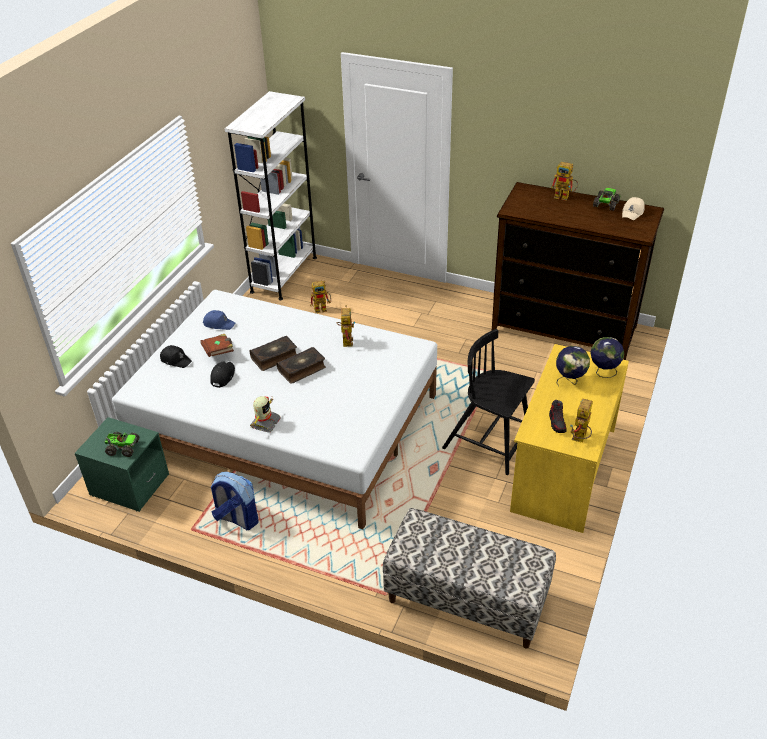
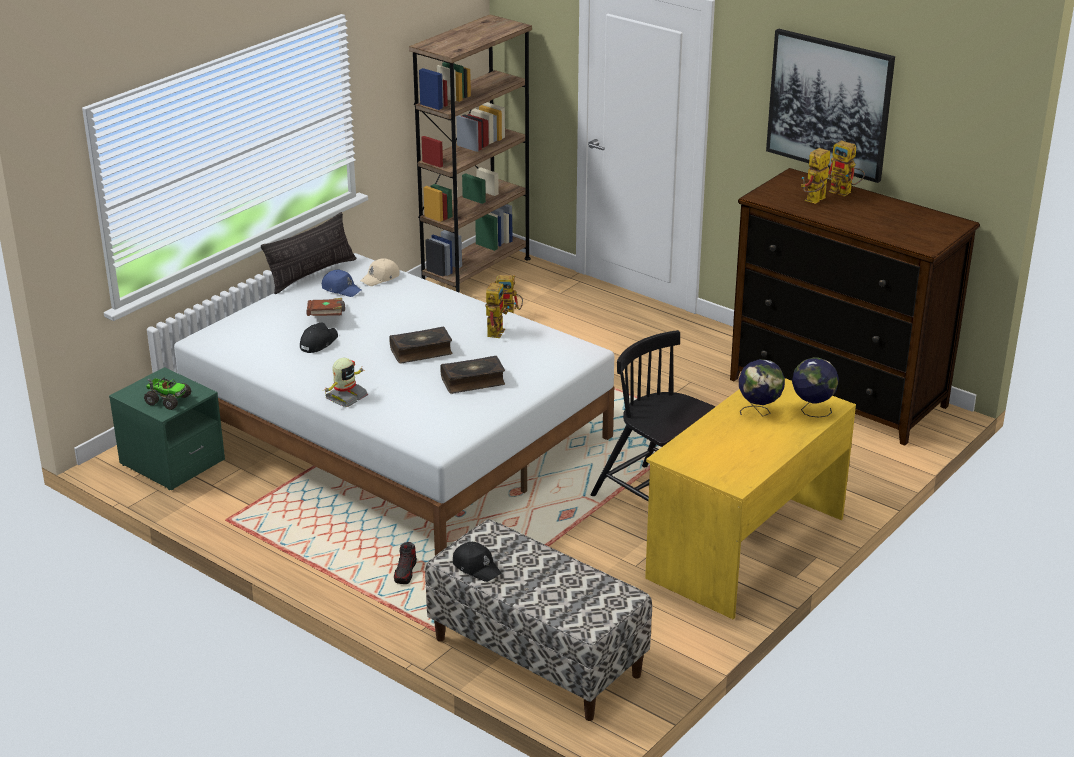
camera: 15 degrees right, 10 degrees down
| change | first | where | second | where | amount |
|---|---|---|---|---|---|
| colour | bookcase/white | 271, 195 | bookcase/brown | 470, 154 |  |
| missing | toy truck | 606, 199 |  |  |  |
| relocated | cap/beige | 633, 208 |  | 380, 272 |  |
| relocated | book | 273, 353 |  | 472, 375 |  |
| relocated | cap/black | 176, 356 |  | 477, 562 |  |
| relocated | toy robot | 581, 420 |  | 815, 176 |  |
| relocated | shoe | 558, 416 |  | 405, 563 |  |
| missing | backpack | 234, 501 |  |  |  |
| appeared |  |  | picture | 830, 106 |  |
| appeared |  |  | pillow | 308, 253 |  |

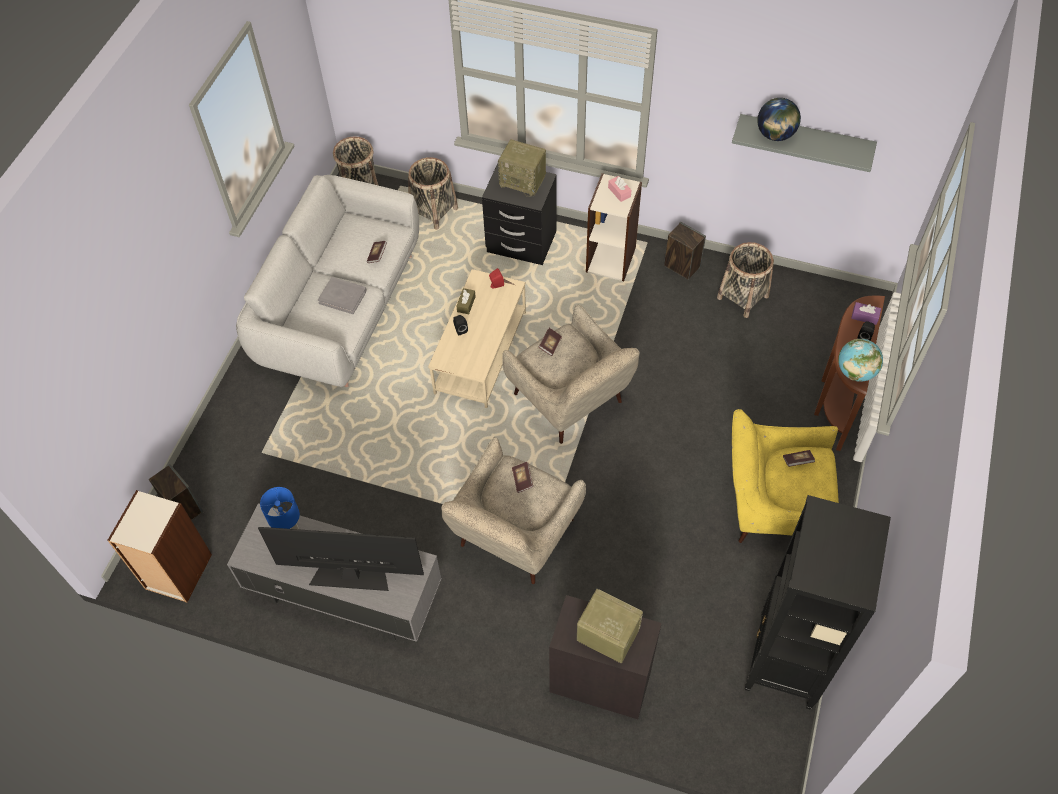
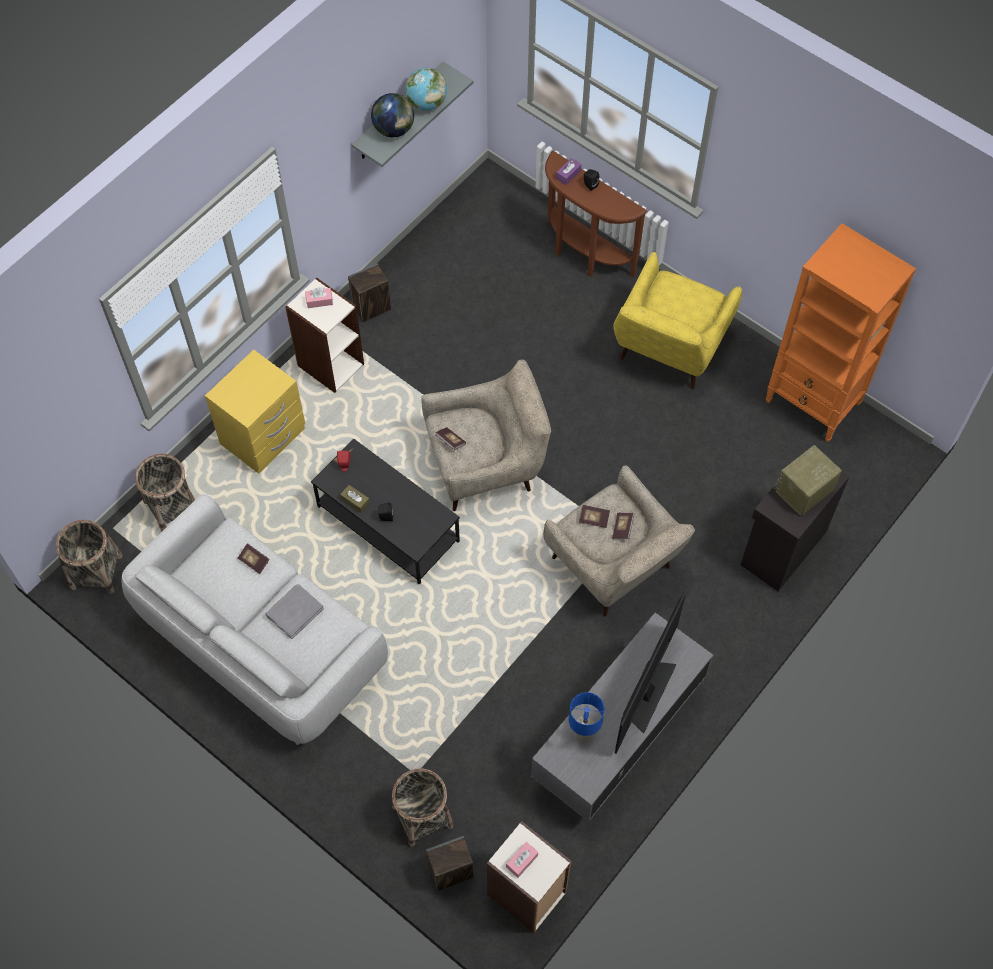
camera: 70 degrees left, 5 degrees up
| change | first | where | second | where | amount |
|---|---|---|---|---|---|
| missing | radio | 522, 168 |  |  |  |
| colour | nightstand/black | 519, 214 | nightstand/yellow | 255, 412 |  |
| relocated | basket | 745, 280 |  | 422, 807 |  |
| colour | coffee table/beige | 477, 338 | coffee table/black | 385, 512 |  |
| relocated | globe | 860, 360 |  | 426, 89 |  |
| relocated | book | 799, 458 |  | 623, 526 |  |
| colour | bookcase/black | 818, 602 | bookcase/orange | 841, 332 |  |
| appeared |  |  | tissue box/pink | 522, 860 |  |

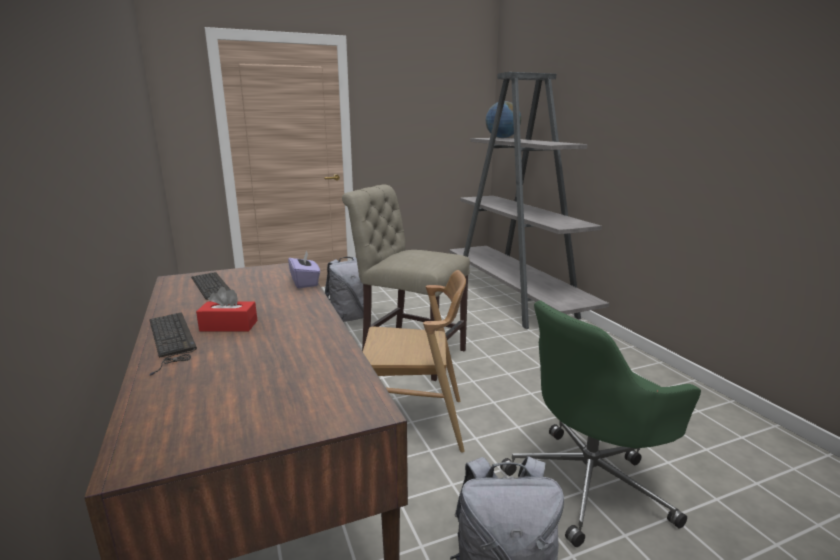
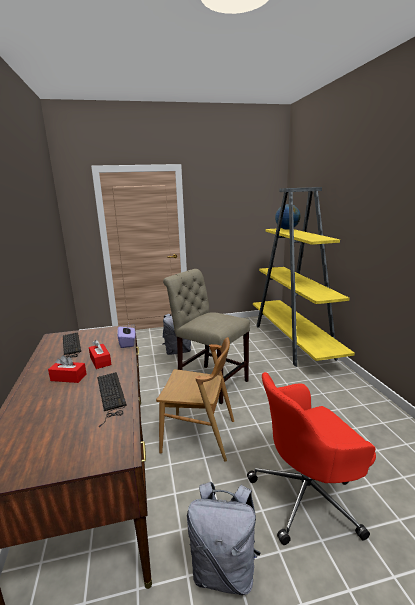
camera: 10 degrees right, 0 degrees up
| change | first | where | second | where | amount |
|---|---|---|---|---|---|
| colour | bookcase/grey | 529, 200 | bookcase/yellow | 304, 277 |  |
| colour | office chair/green | 600, 424 | office chair/red | 311, 458 |  |
| relocated | keyboard | 173, 344 |  | 112, 399 |  |
| appeared |  |  | tissue box/red | 100, 354 |  |

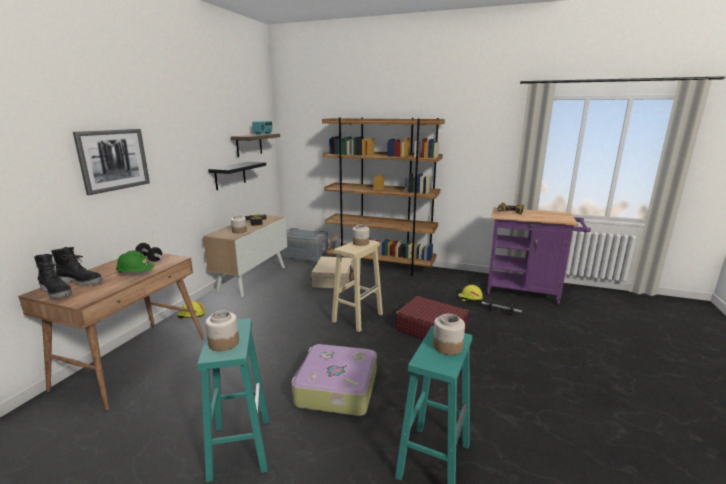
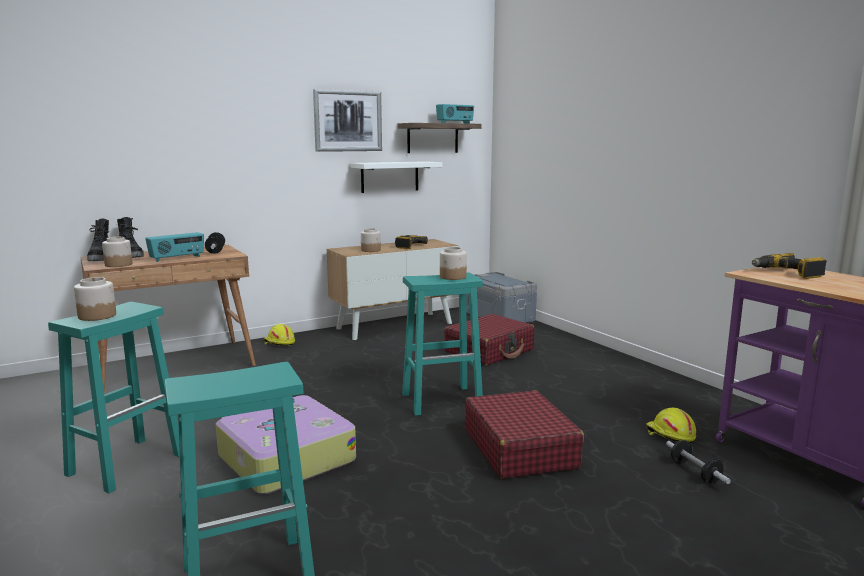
camera: 40 degrees right, 5 degrees down
| change | first | where | second | where | amount |
|---|---|---|---|---|---|
| missing | bookcase/brown | 383, 197 |  |  |  |
| relocated | picture | 111, 162 |  | 347, 120 |  |
| colour | shelf/black | 237, 176 | shelf/white | 396, 177 |  |
| colour | stool/beige | 357, 286 | stool/turquoise | 442, 344 |  |
| exchanged | hard hat/green | 135, 262 | radio | 174, 247 |  |
| colour | suitcase/beige | 332, 272 | suitcase/red | 489, 339 |  |
| relocated | jar | 449, 334 |  | 117, 252 |  |

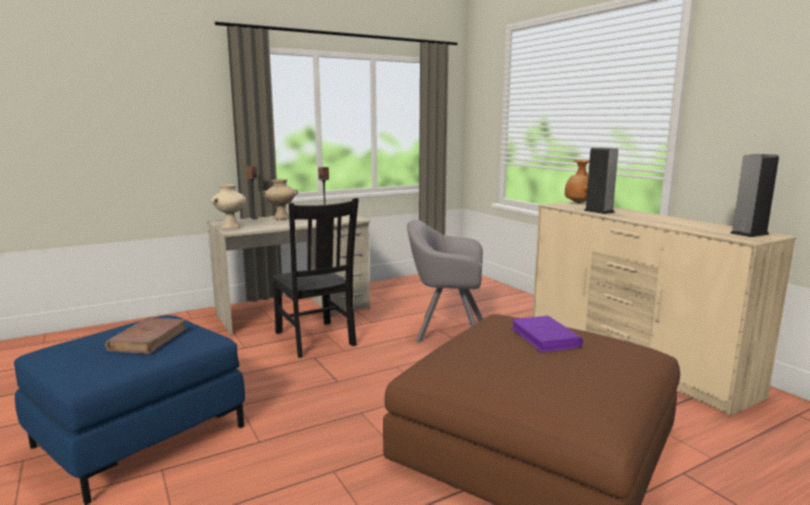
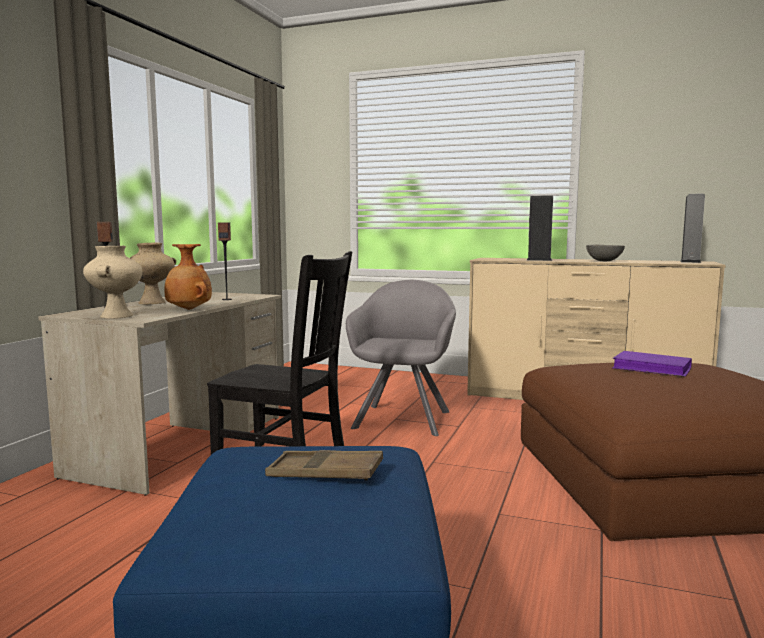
camera: 40 degrees left, 5 degrees down
| change | first | where | second | where | amount |
|---|---|---|---|---|---|
| relocated | vase/brown | 577, 181 |  | 188, 277 |  |
| spun | armchair/grey | 445, 281 |  | 401, 358 | 135 degrees clockwise |
| exchanged | book/brown | 146, 336 | tray/brown | 324, 465 |  |
| appeared |  |  | bowl/grey | 605, 253 |  |

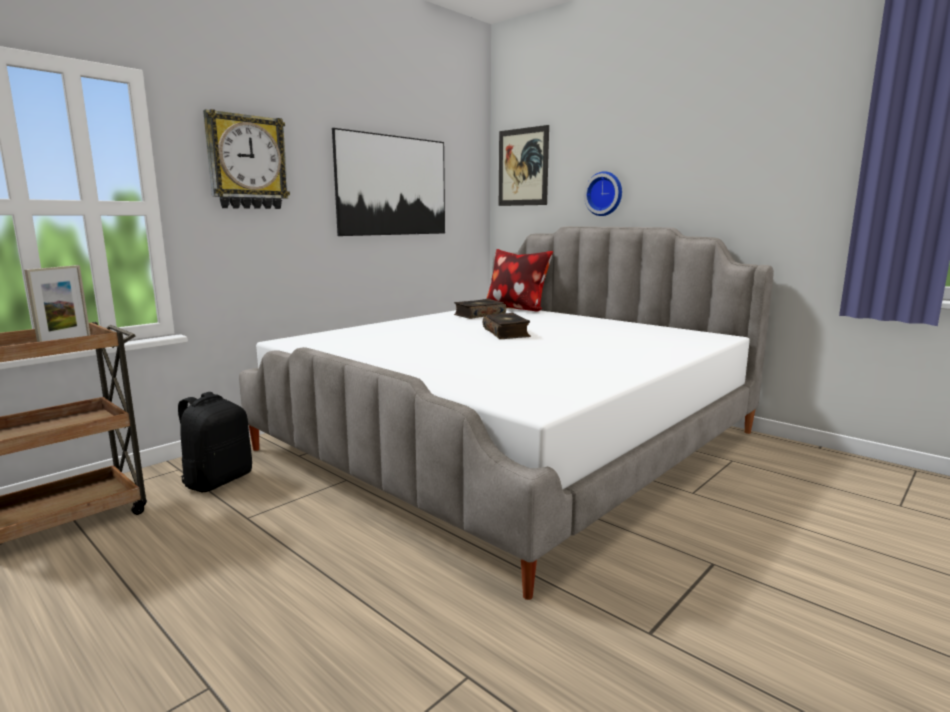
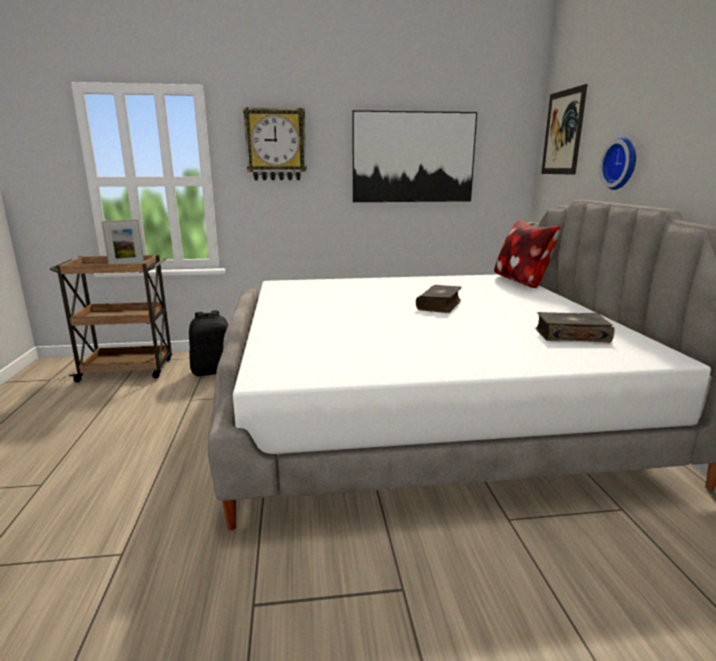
camera: 40 degrees right, 5 degrees up
| change | first | where | second | where | amount |
|---|---|---|---|---|---|
| relocated | book | 480, 309 |  | 574, 327 |  |

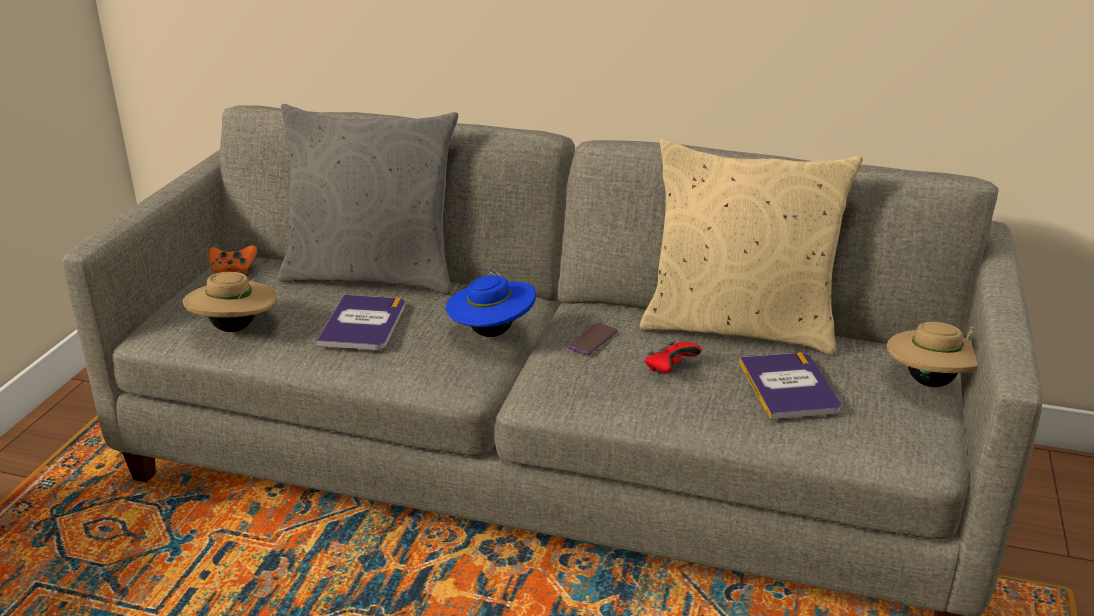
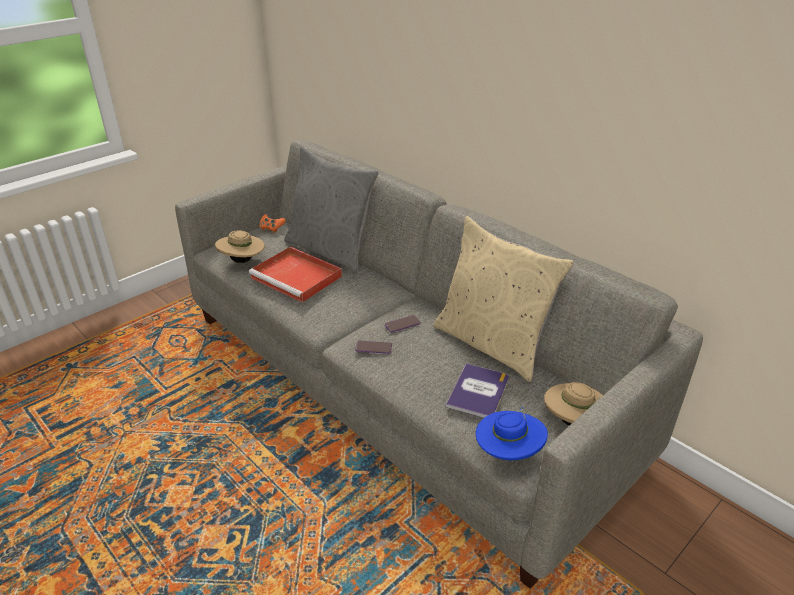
camera: 30 degrees right, 5 degrees up
| change | first | where | second | where | amount |
|---|---|---|---|---|---|
| relocated | hat/blue | 491, 302 |  | 512, 433 |  |
| exchanged | book | 360, 322 | tray/red | 295, 274 |  |
| missing | game controller/red | 673, 357 |  |  |  |
| appeared |  |  | phone | 373, 347 |  |

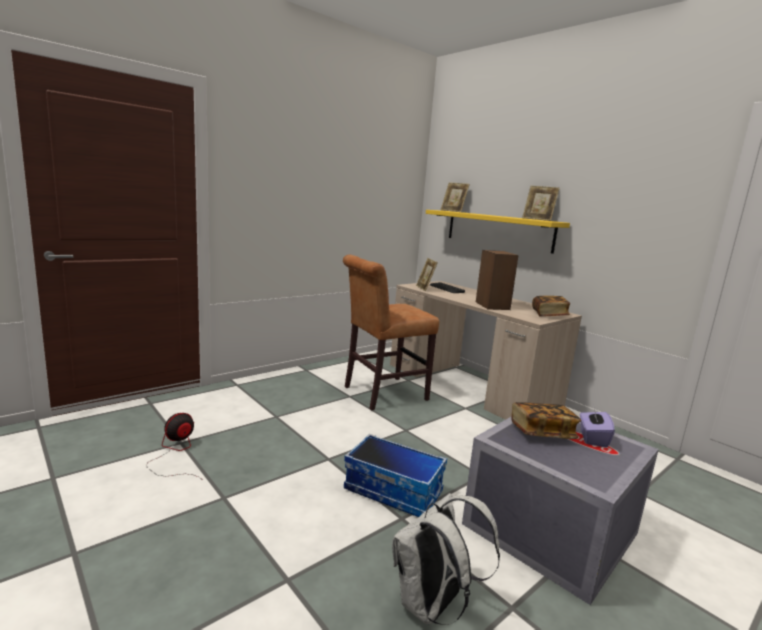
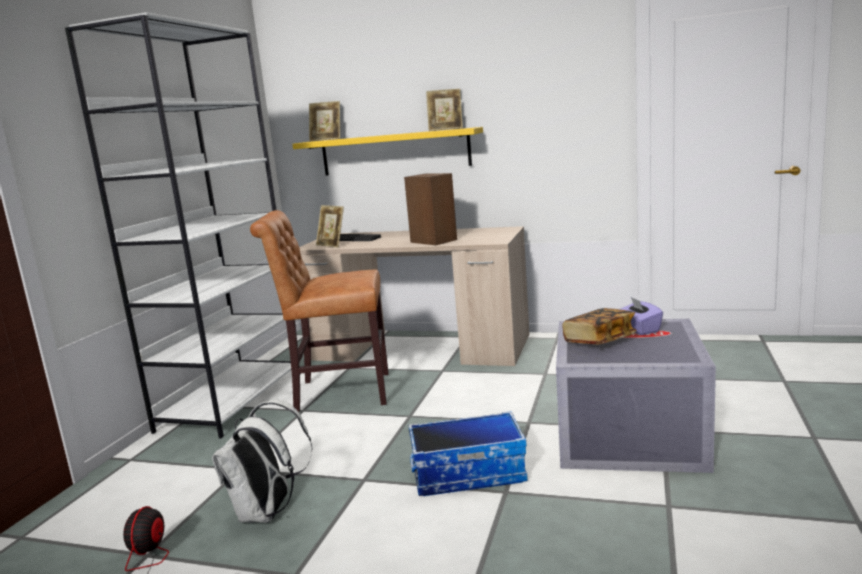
camera: 30 degrees left, 0 degrees up
| change | first | where | second | where | amount |
|---|---|---|---|---|---|
| spun | chair/brown | 391, 332 |  | 319, 311 | 60 degrees clockwise |
| missing | book | 551, 306 |  |  |  |
| relocated | backpack/white | 446, 559 |  | 262, 461 |  |
| appeared |  |  | bookcase/white | 183, 225 |  |

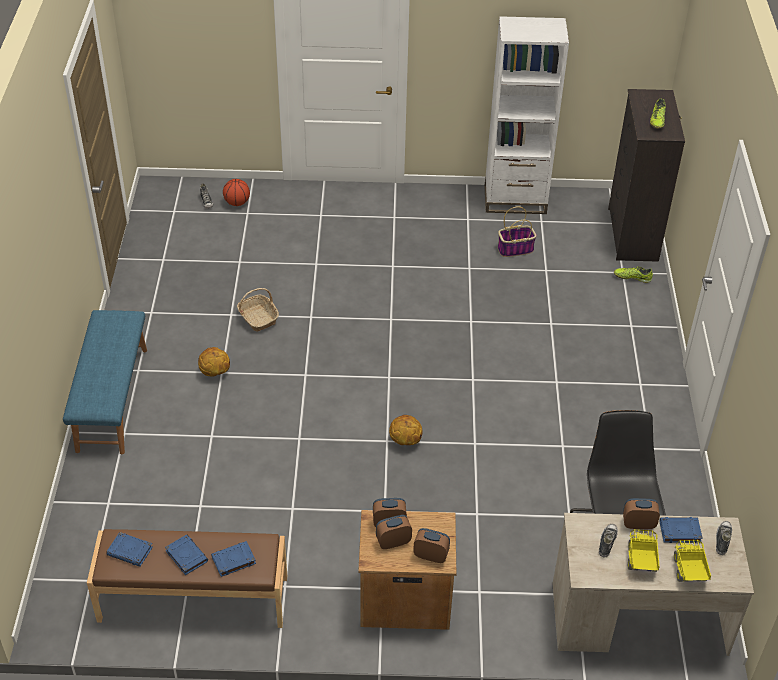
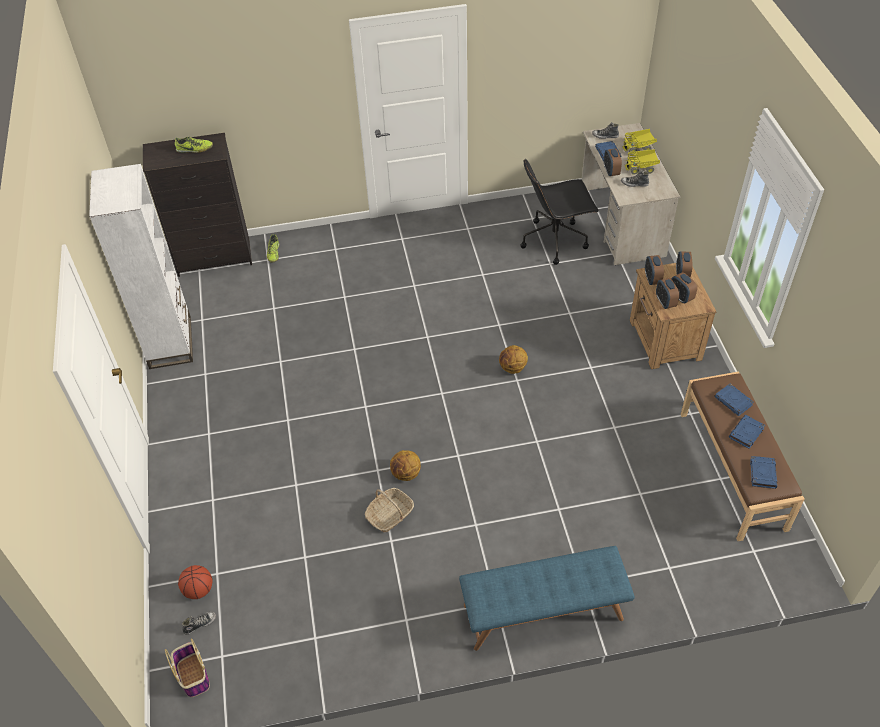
camera: 100 degrees left, 5 degrees up
| change | first | where | second | where | amount |
|---|---|---|---|---|---|
| relocated | basket | 517, 232 |  | 187, 667 |  |
| relocated | basketball | 214, 362 |  | 405, 465 |  |
| appeared |  |  | alarm clock | 654, 270 |  |

